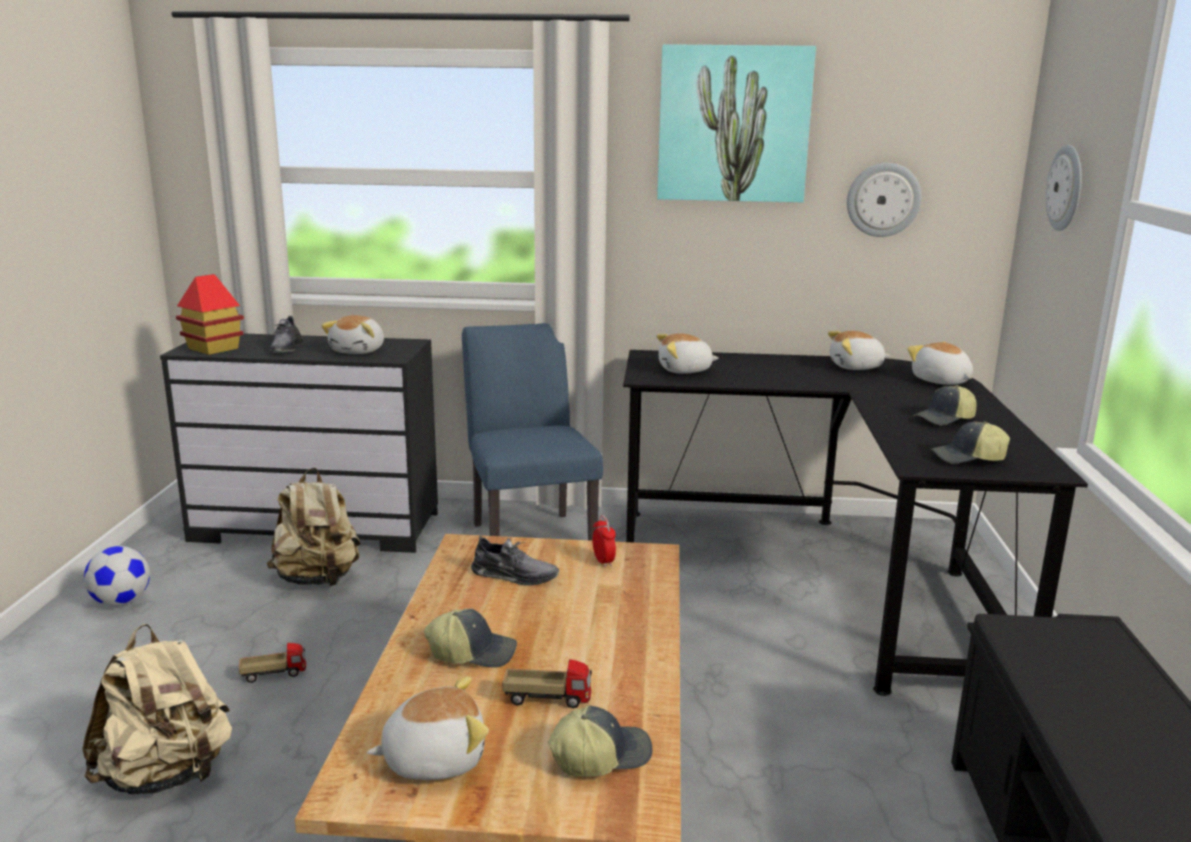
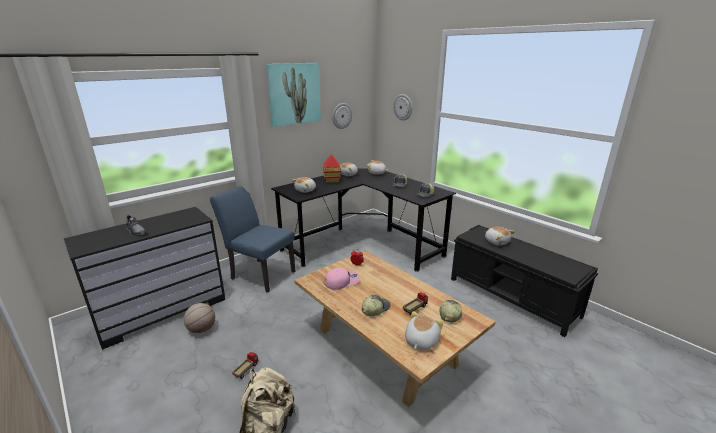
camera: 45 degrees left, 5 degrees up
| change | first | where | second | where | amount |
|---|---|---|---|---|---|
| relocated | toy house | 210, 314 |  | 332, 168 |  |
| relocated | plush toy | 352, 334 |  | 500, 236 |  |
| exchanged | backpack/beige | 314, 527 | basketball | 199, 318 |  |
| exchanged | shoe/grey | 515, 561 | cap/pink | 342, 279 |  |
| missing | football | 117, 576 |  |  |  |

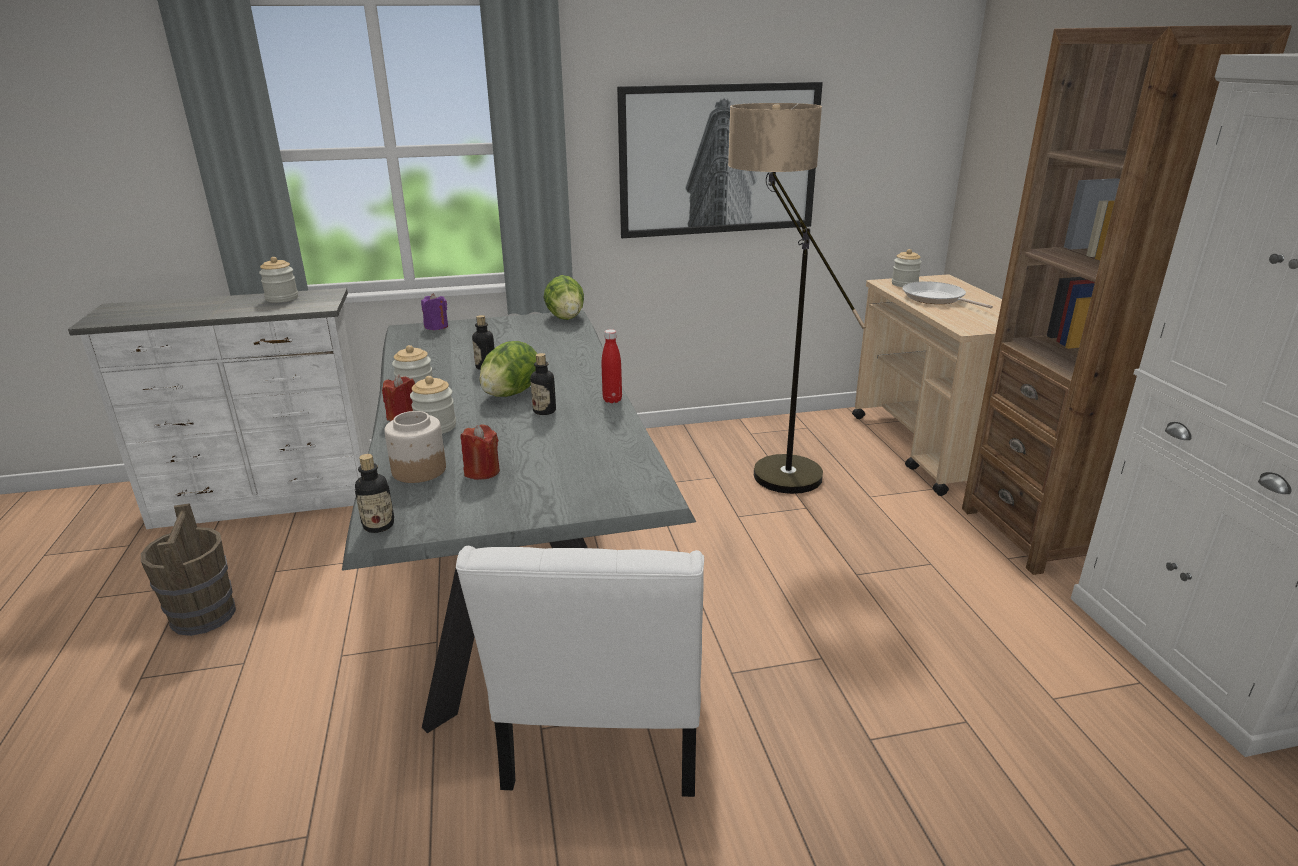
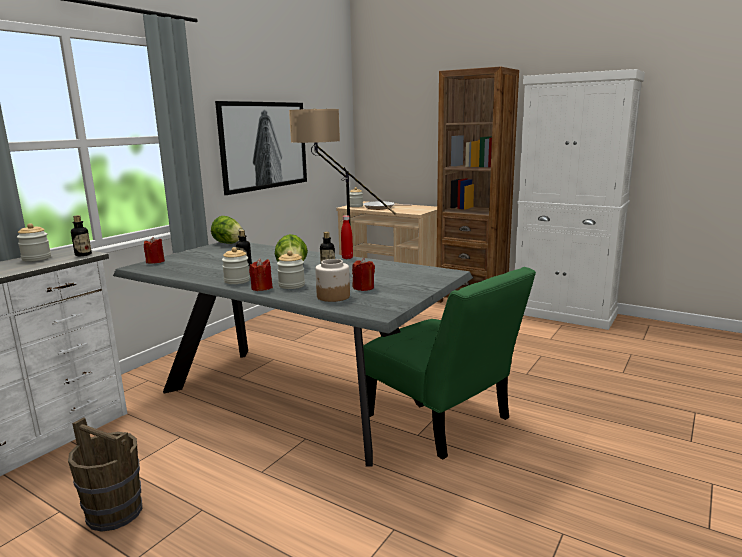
camera: 45 degrees left, 10 degrees down
| change | first | where | second | where | amount |
|---|---|---|---|---|---|
| colour | candle/purple | 434, 311 | candle/red | 154, 250 |  |
| relocated | bottle | 374, 493 |  | 81, 235 |  |
| colour | chair/white | 580, 671 | chair/green | 449, 363 |  |

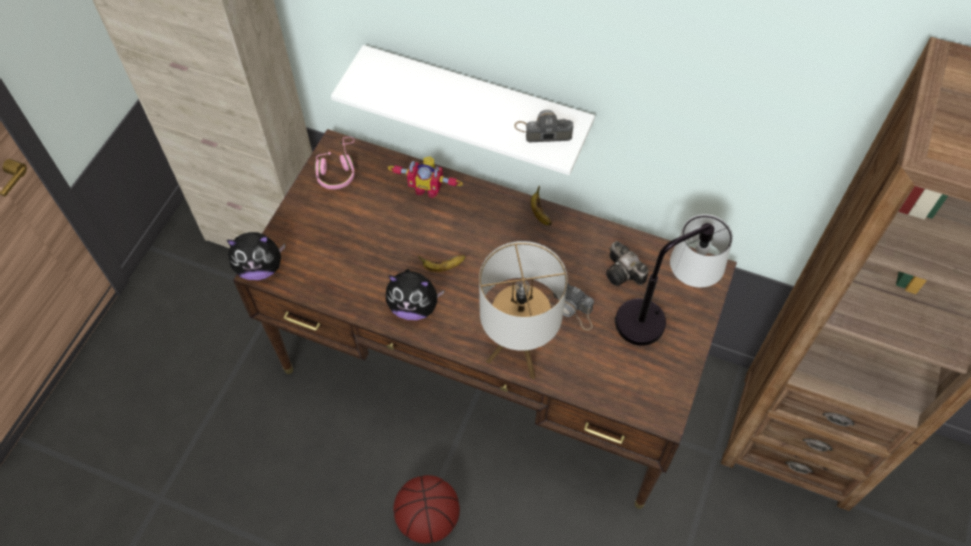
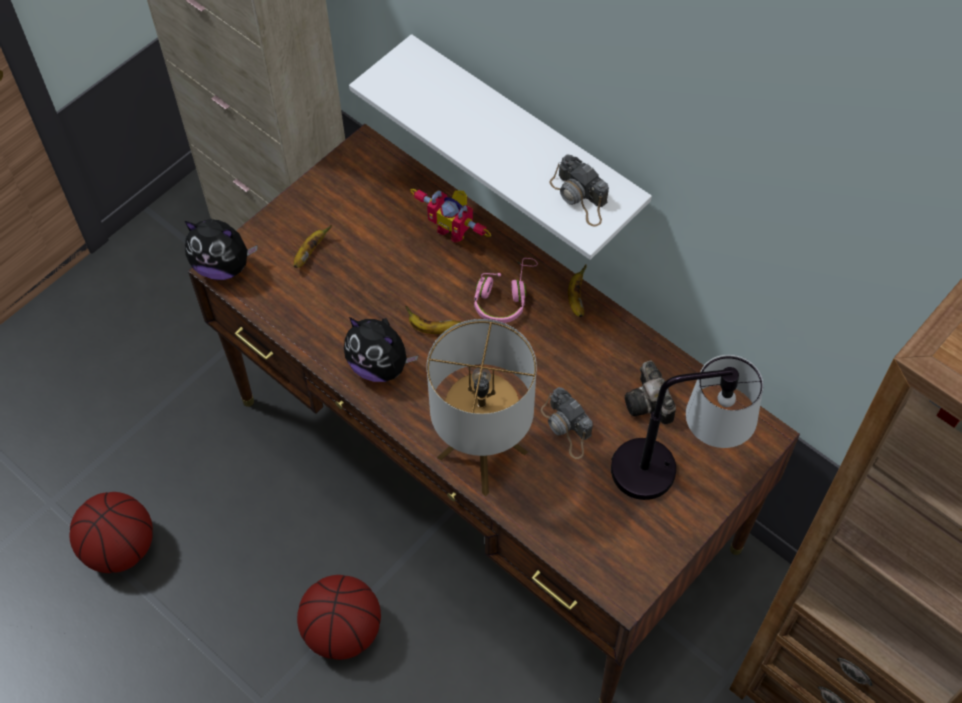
camera: 20 degrees right, 0 degrees up
| change | first | where | second | where | amount |
|---|---|---|---|---|---|
| spun | photo camera | 543, 126 |  | 579, 190 | 150 degrees counterclockwise |
| relocated | headphones/pink | 335, 163 |  | 506, 290 |  |
| appeared |  |  | banana | 313, 246 |  |
| appeared |  |  | basketball | 111, 532 |  |

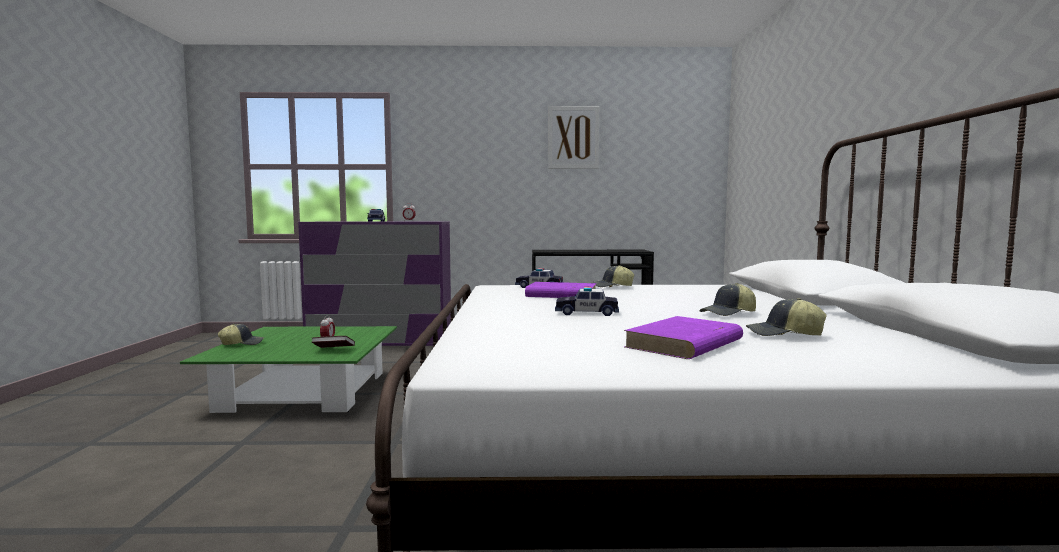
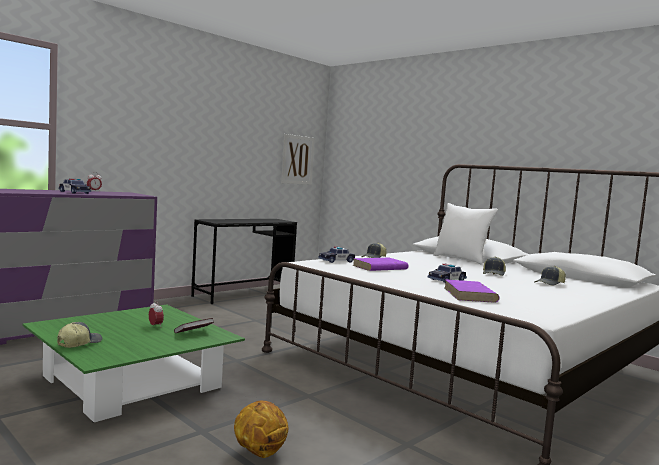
camera: 45 degrees left, 0 degrees up
| change | first | where | second | where | amount |
|---|---|---|---|---|---|
| relocated | picture | 573, 137 |  | 298, 159 |  |
| relocated | book/purple | 683, 337 |  | 472, 291 |  |
| appeared |  |  | pillow/white | 465, 234 |  |
| appeared |  |  | basketball | 261, 429 |  |

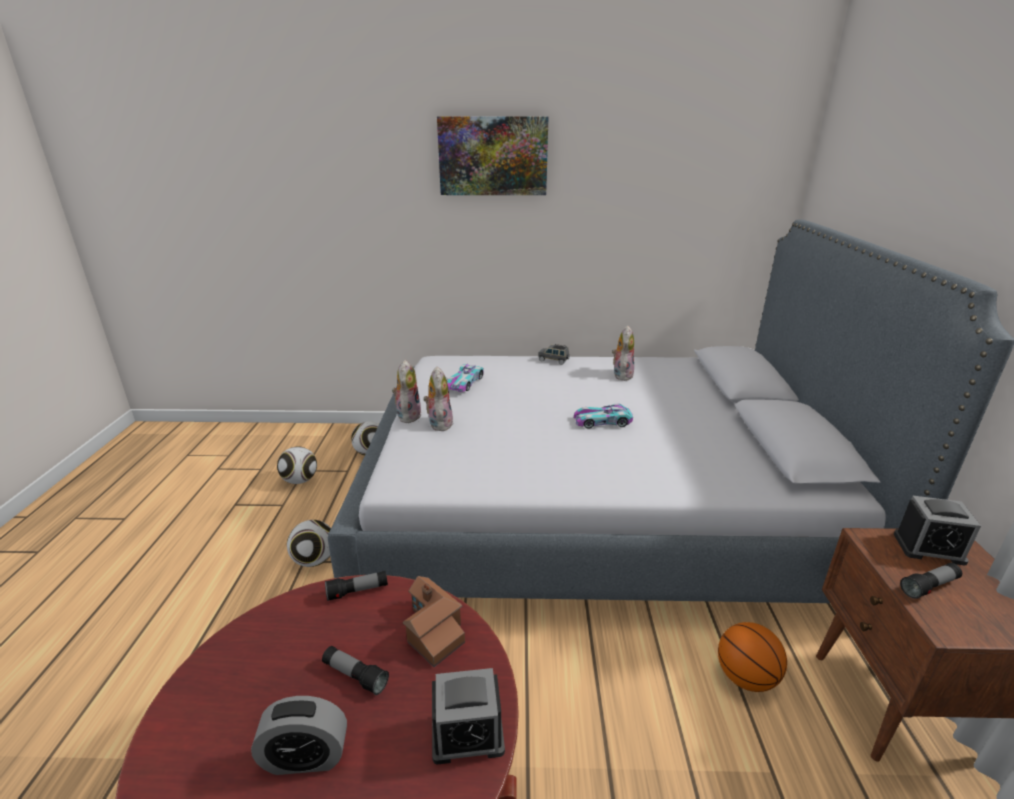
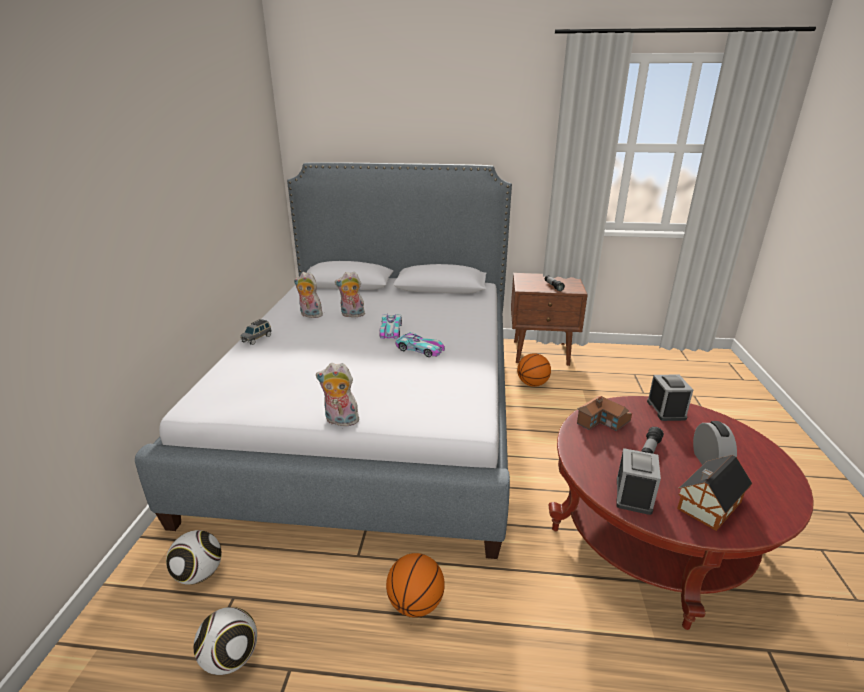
camera: 85 degrees left, 0 degrees up
| change | first | where | second | where | amount |
|---|---|---|---|---|---|
| missing | picture | 493, 155 |  |  |  |
| relocated | toy car | 465, 378 |  | 420, 344 |  |
| relocated | plush toy | 438, 398 |  | 350, 294 |  |
| relocated | alarm clock | 937, 530 |  | 638, 481 |  |
| exchanged | football | 309, 543 | basketball | 415, 585 |  |
| missing | flashlight | 356, 585 |  |  |  |
| appeared |  |  | toy house | 714, 493 |  |

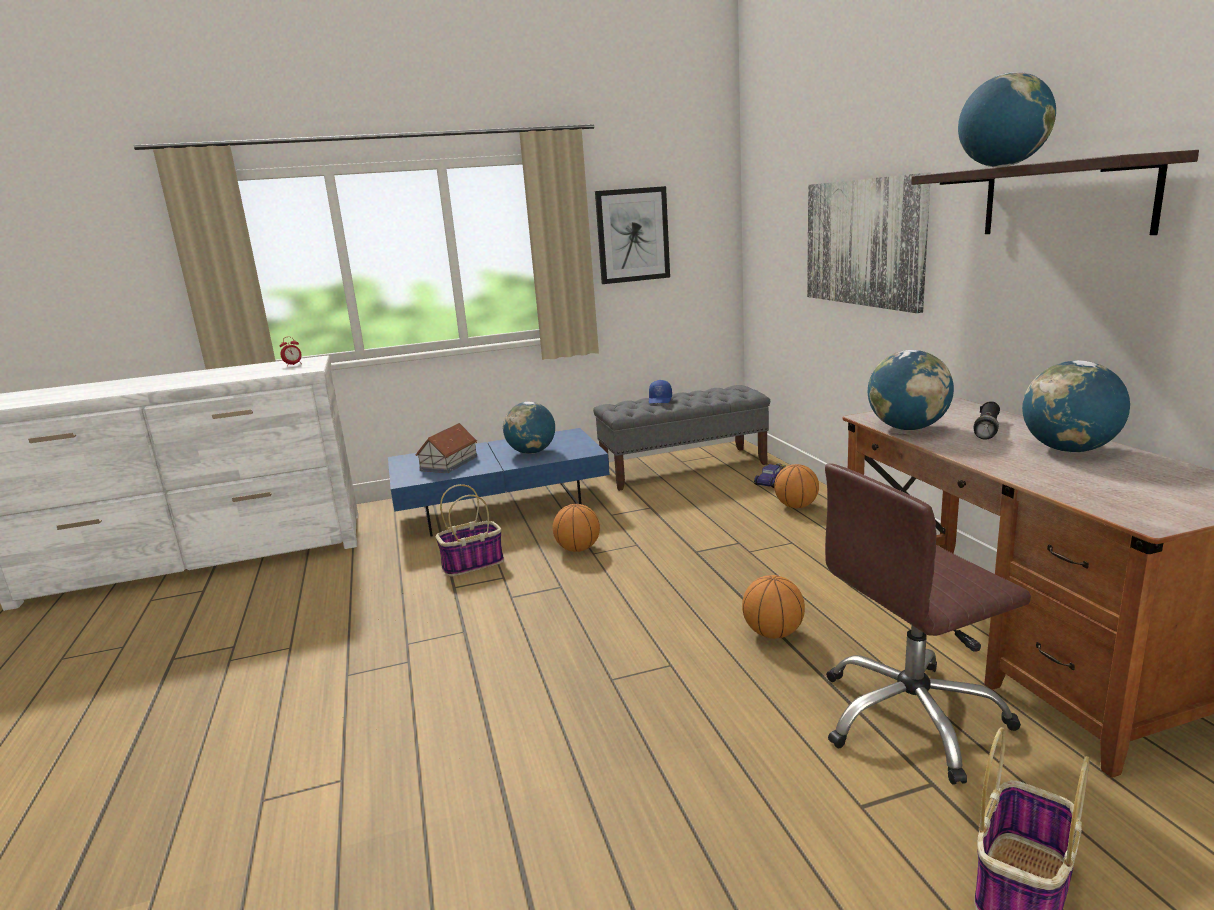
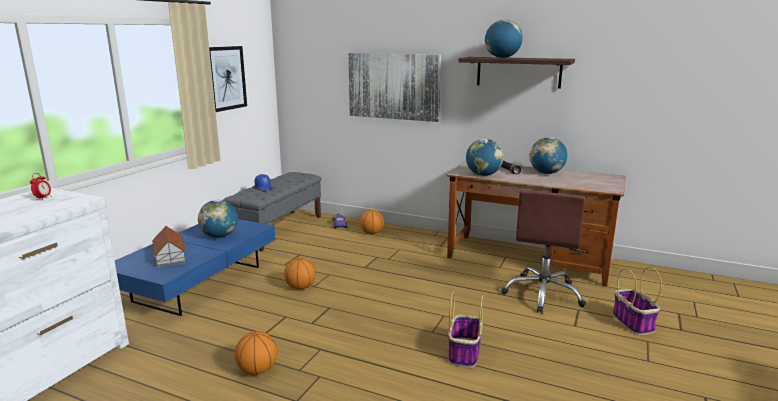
camera: 50 degrees left, 0 degrees up
| change | first | where | second | where | amount |
|---|---|---|---|---|---|
| relocated | basket | 470, 530 |  | 466, 329 |  |
| relocated | basketball | 773, 607 |  | 256, 353 |  |

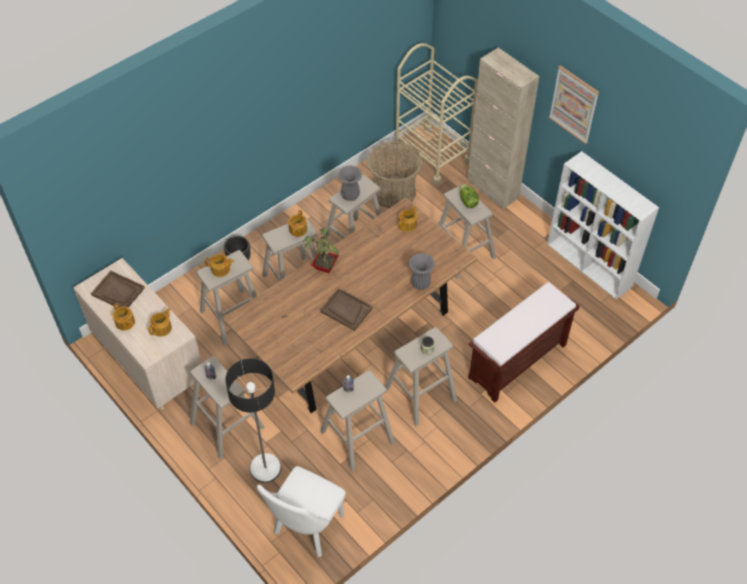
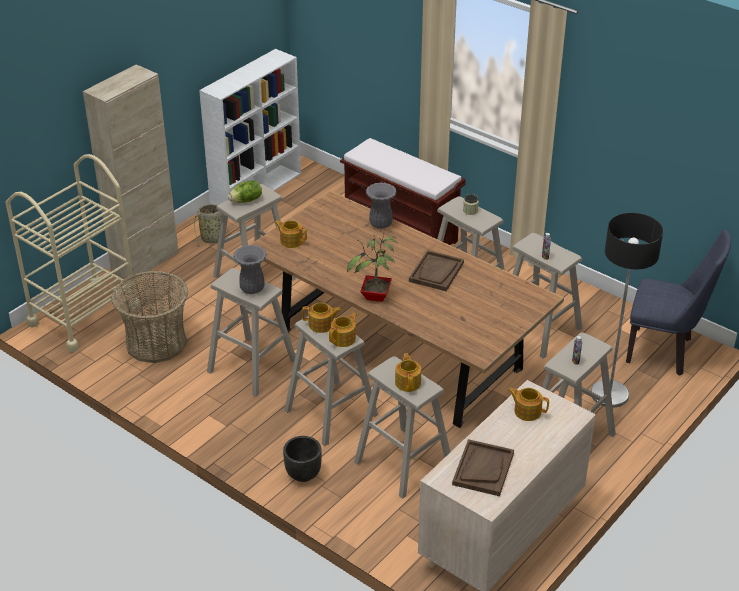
camera: 100 degrees left, 15 degrees down
| change | first | where | second | where | amount |
|---|---|---|---|---|---|
| missing | picture | 574, 104 |  |  |  |
| relocated | teapot | 124, 317 |  | 343, 330 |  |
| colour | chair/white | 301, 511 | chair/blue | 678, 303 |  |
| appeared |  |  | basket | 213, 225 |  |

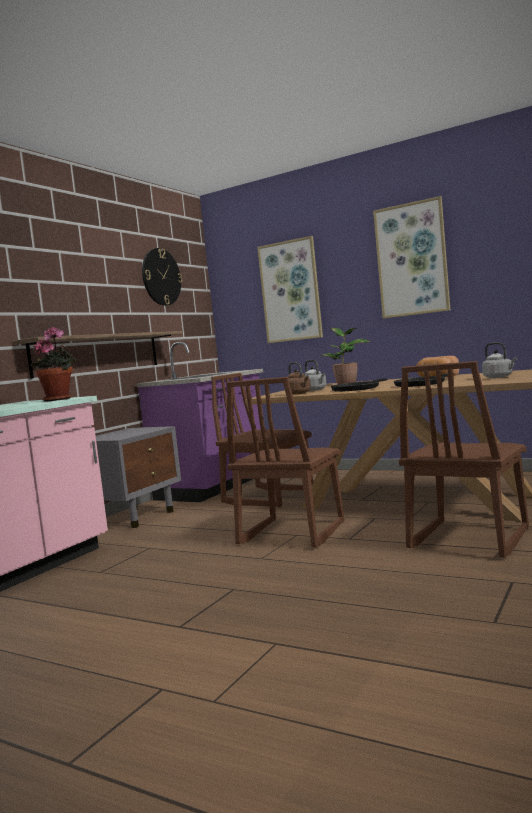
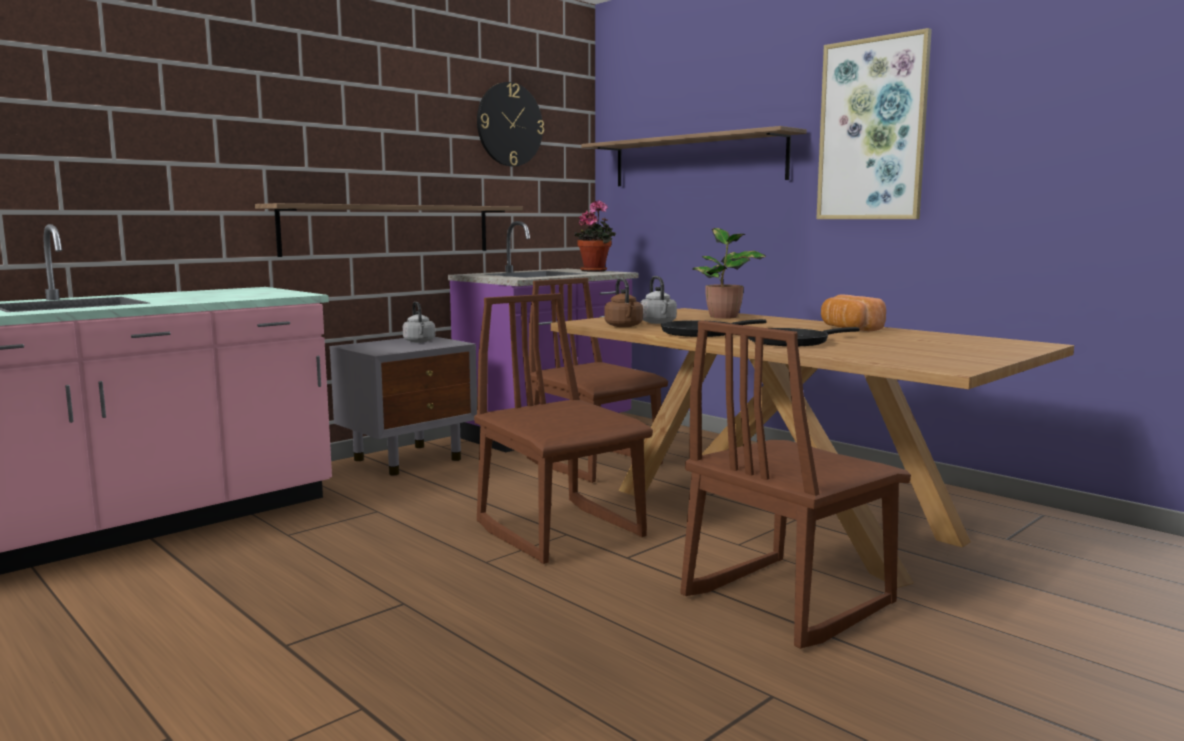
camera: 15 degrees right, 5 degrees up
| change | first | where | second | where | amount |
|---|---|---|---|---|---|
| exchanged | picture | 290, 289 | shelf | 694, 156 |  |
| relocated | potted plant | 53, 364 |  | 595, 236 |  |
| relocated | kettle/grey | 499, 360 |  | 419, 322 |  |
| spun | chair/brown | 286, 462 |  | 563, 428 | 105 degrees clockwise |

